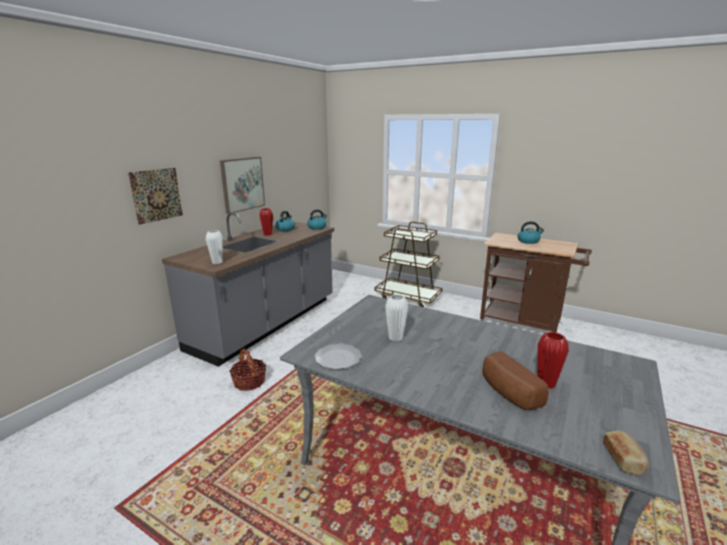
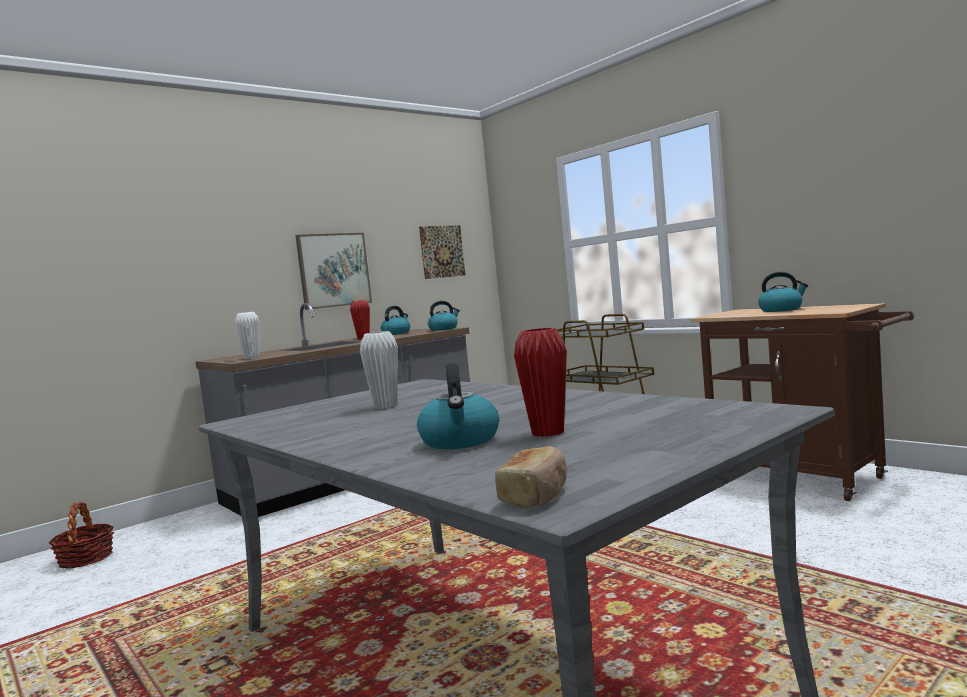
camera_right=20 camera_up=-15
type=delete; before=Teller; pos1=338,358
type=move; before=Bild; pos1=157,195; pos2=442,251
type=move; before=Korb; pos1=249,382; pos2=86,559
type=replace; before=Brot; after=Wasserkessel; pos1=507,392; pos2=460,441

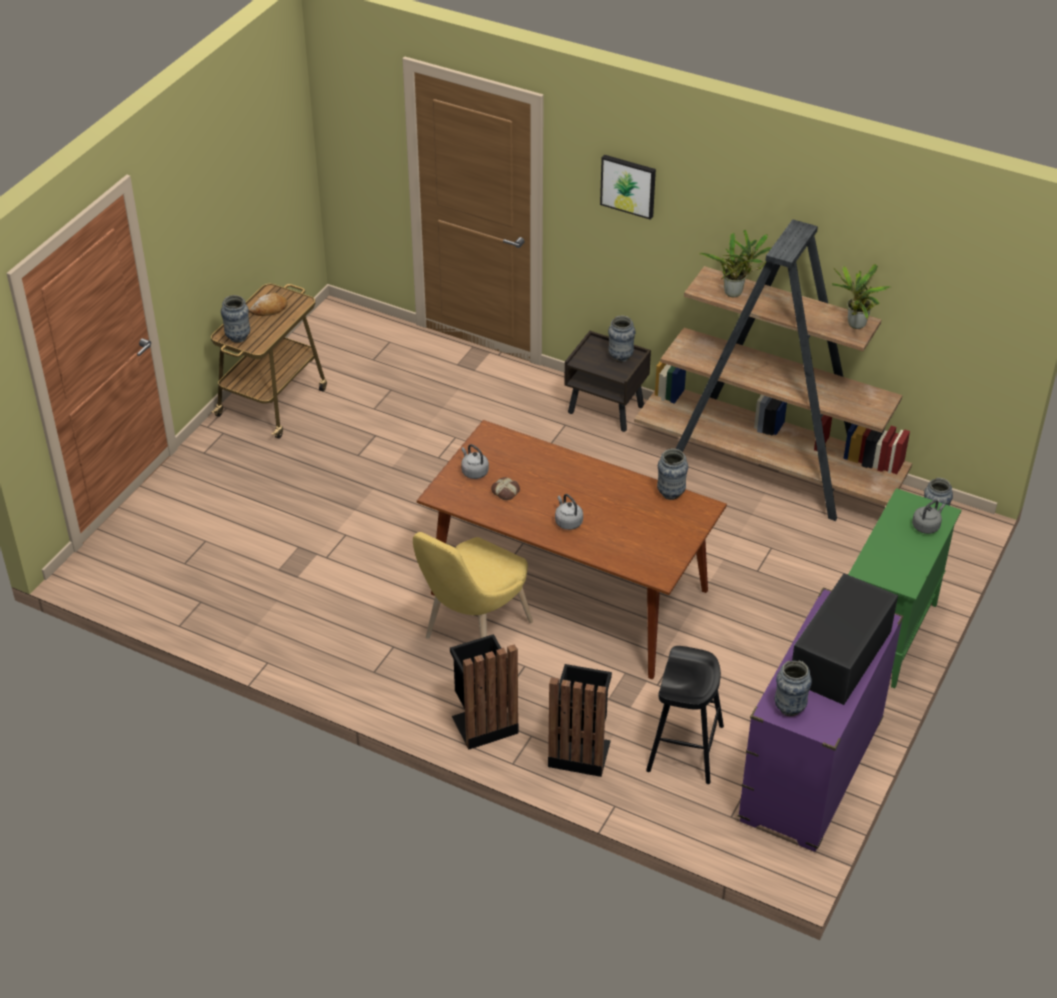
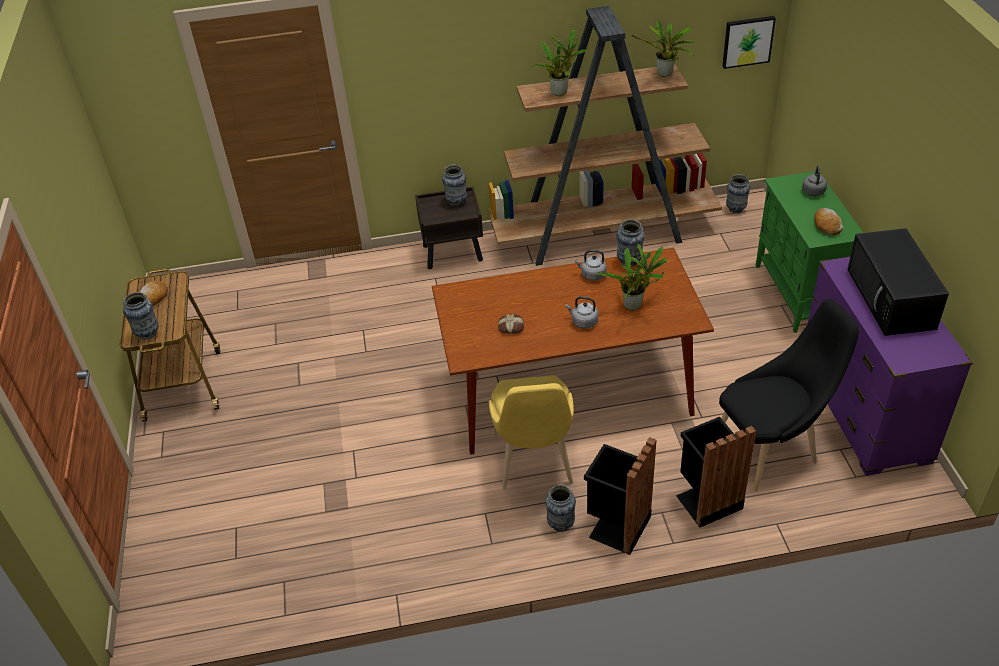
camera_right=-35 camera_up=0
type=insert; after=Topfpflanze; pos2=635,305
type=insert; after=Brot; pos2=826,225
type=move; before=Wasserkessel/grau; pos1=474,471; pos2=592,275
type=move; before=Bild; pos1=628,185; pos2=747,41
type=move; before=Vase; pos1=789,708; pos2=560,524
type=replace; before=Hocker/schwarz; after=Stuhl/schwarz; pos1=685,748; pos2=771,449

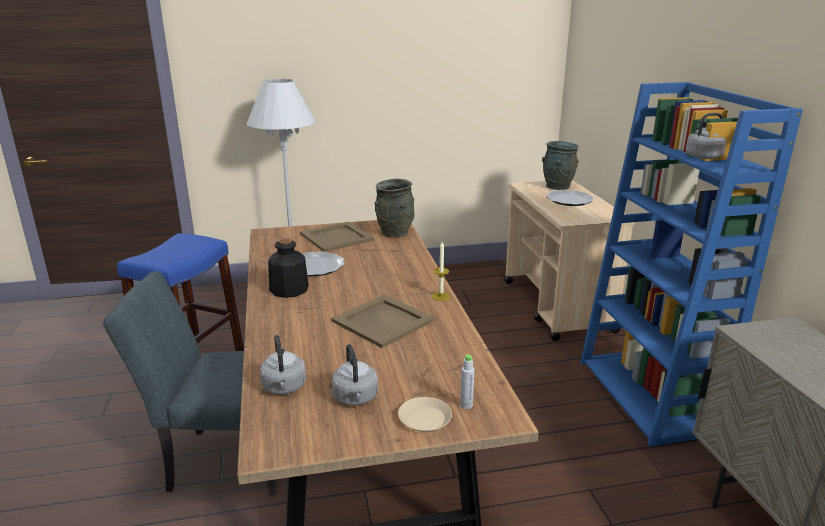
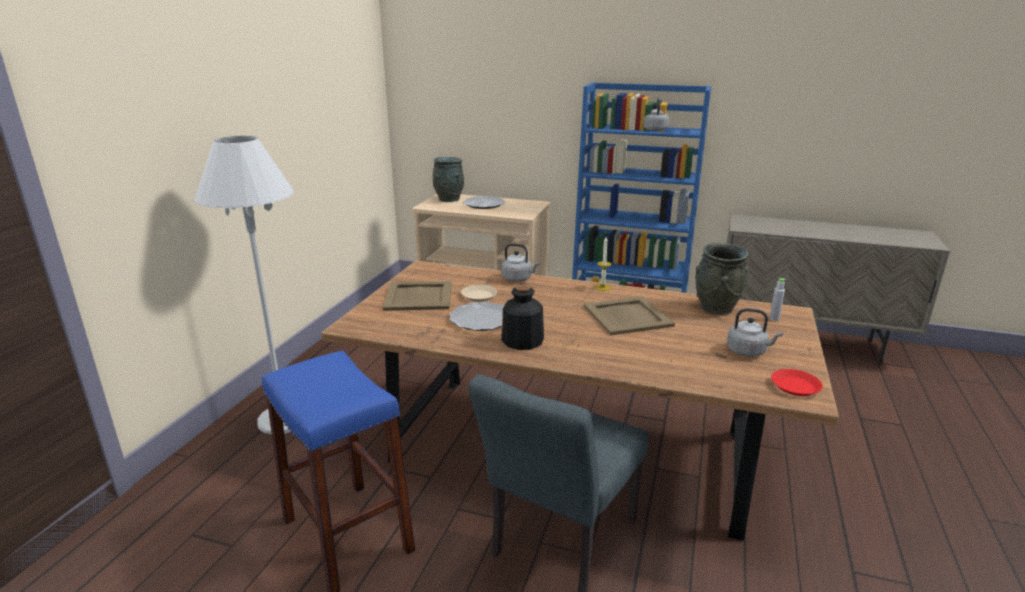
camera_right=-60 camera_up=0
type=insert; after=Teller/rot; pos2=795,386
type=move; before=Wasserkessel/grau; pos1=284,388; pos2=518,279
type=move; before=Vase/grau; pos1=395,232; pos2=715,308
type=move; before=Teller/beige; pos1=425,418; pos2=479,296

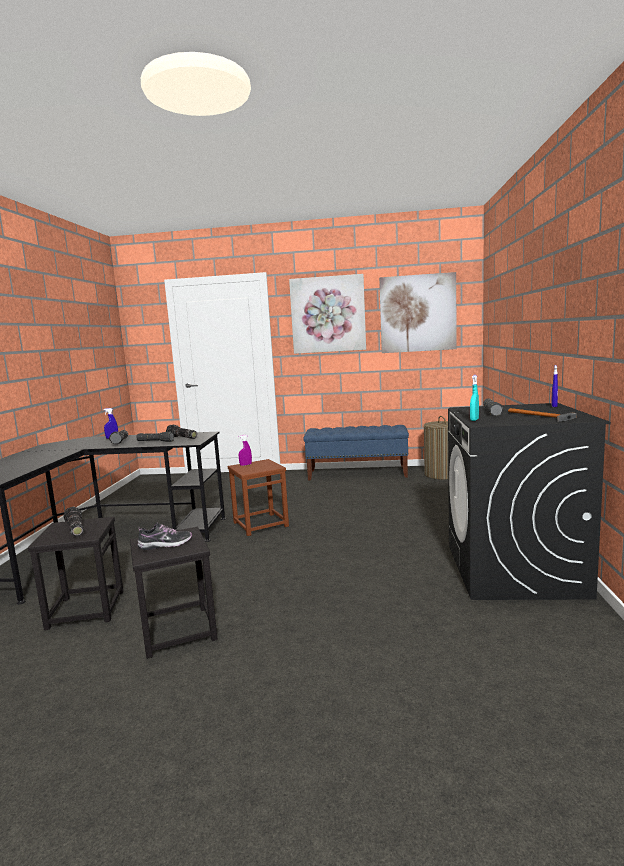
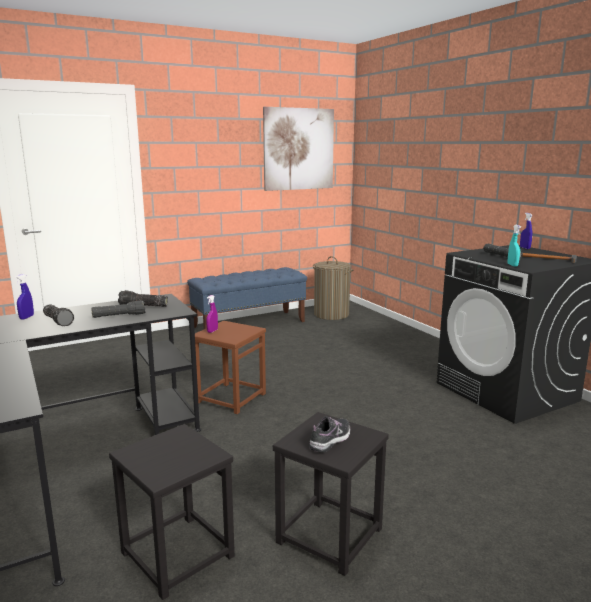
camera_right=-35 camera_up=5
type=delete; before=Taschenlampe; pos1=74,529
type=delete; before=Bild; pos1=328,314

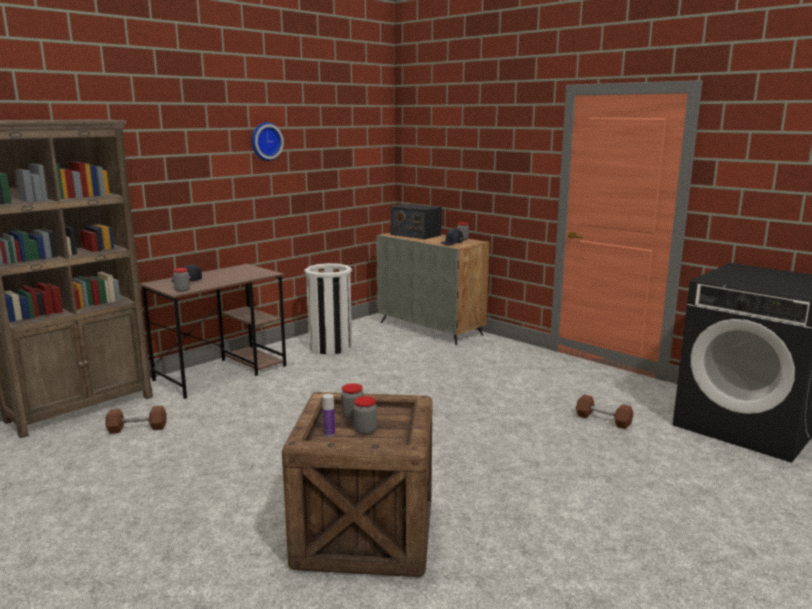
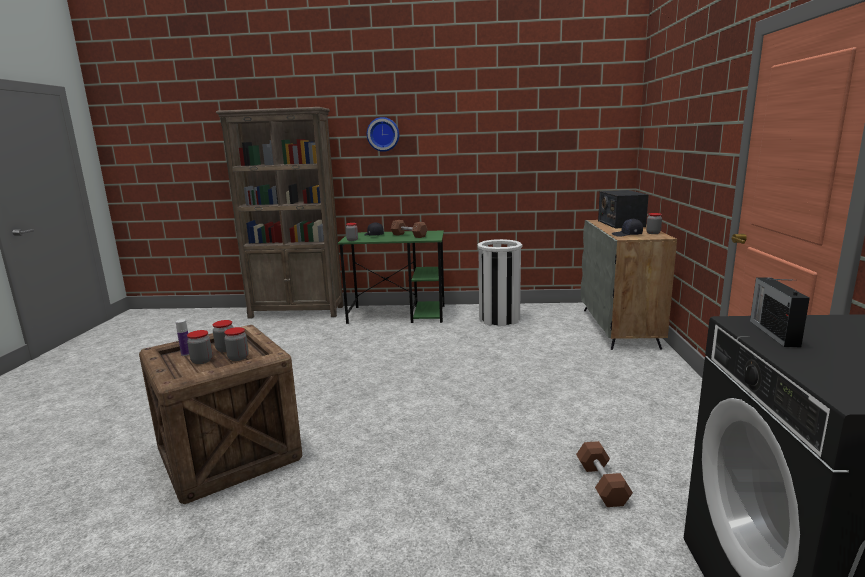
camera_right=50 camera_up=0
type=insert; after=Vorratsglas; pos2=238,358
type=insert; after=Radio; pos2=773,332
type=move; before=Hantel/braun; pos1=137,428; pos2=409,235
type=move; before=Wanduhr; pos1=265,141; pos2=383,134
type=recolor; before=Schreibtisch/braun; after=Schreibtisch/grün; pos1=222,372; pos2=398,314

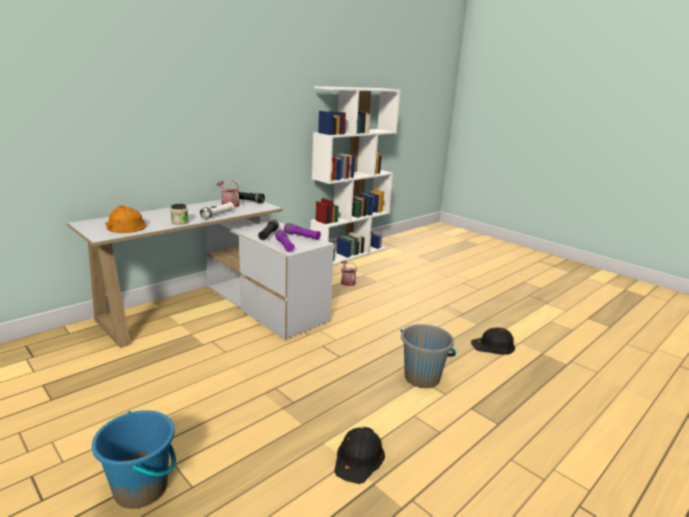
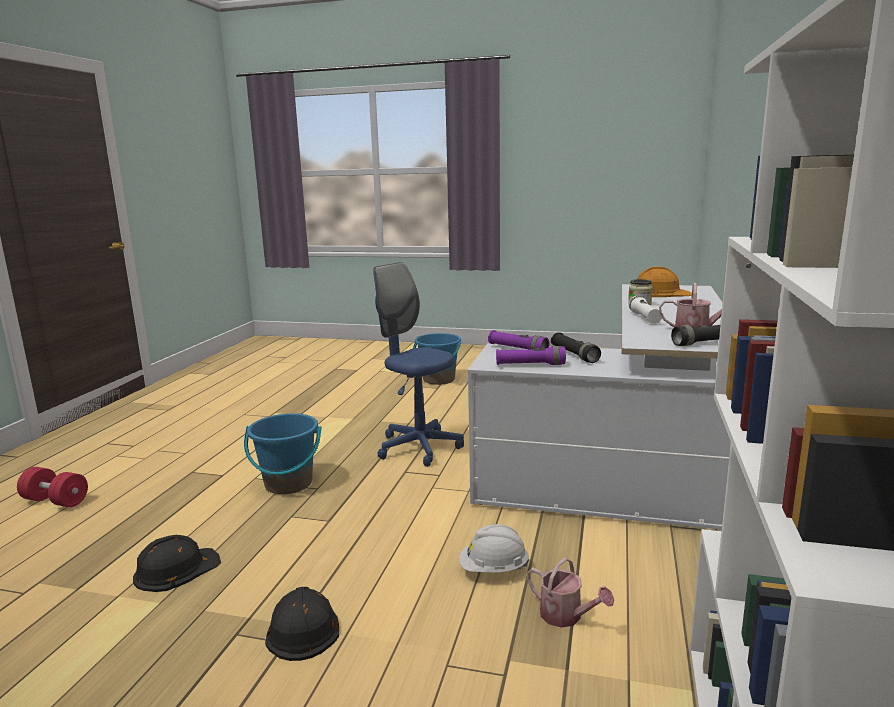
camera_right=150 camera_up=-5
type=insert; after=Hantel/rot; pos2=55,501
type=insert; after=Bürostuhl/blau; pos2=419,447
type=insert; after=Schutzhelm/weiß; pos2=493,570
type=move; before=Schutzhelm/schwarz; pos1=359,458; pos2=303,627
type=recolor; before=Eimer/grau; after=Eimer/blau; pos1=422,378; pos2=288,484

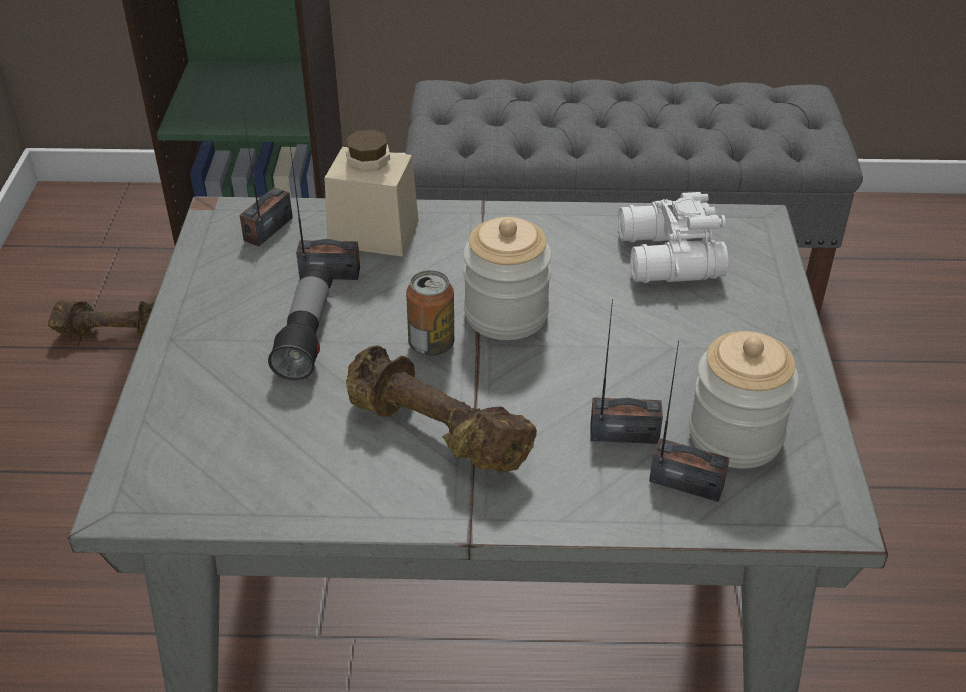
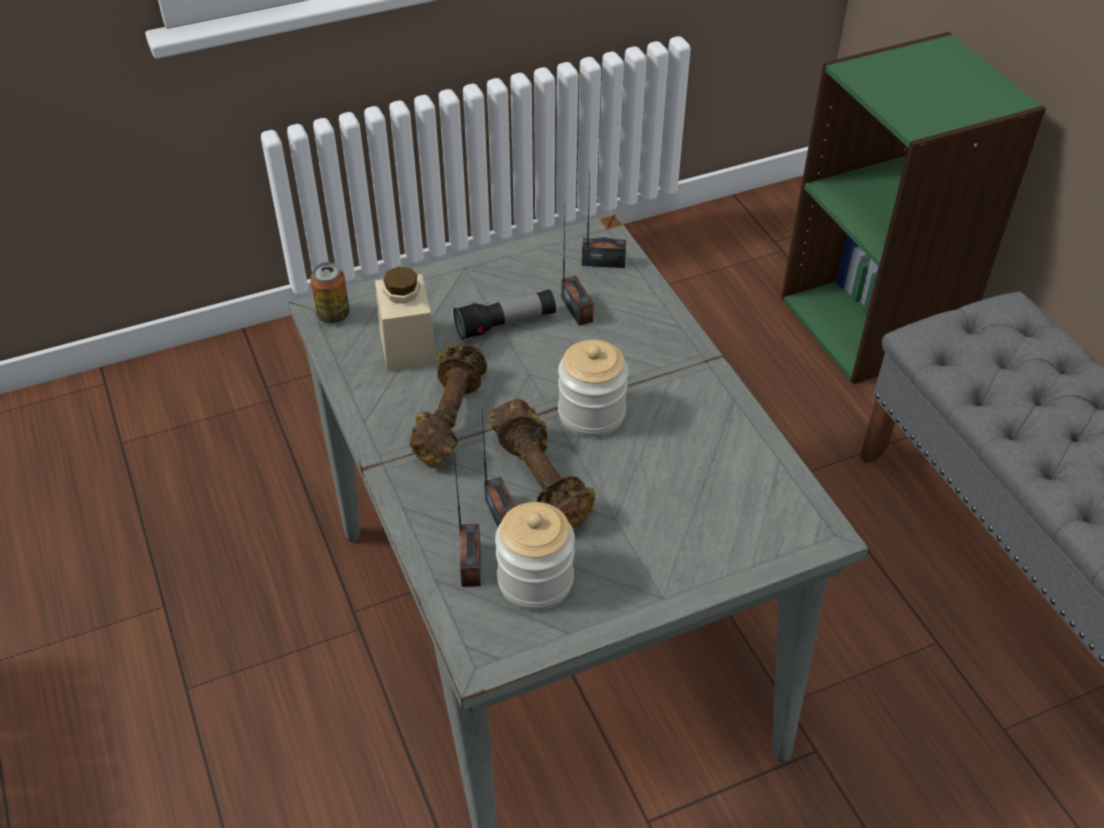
camera_right=65 camera_up=5
type=delete; before=Fernglas/weiß; pos1=666,258
type=move; before=Hantel/braun; pos1=115,332; pos2=542,480
type=move; before=Vorratsglas/beige; pos1=373,233; pos2=408,346
type=move; before=Dose; pos1=431,344; pos2=333,315

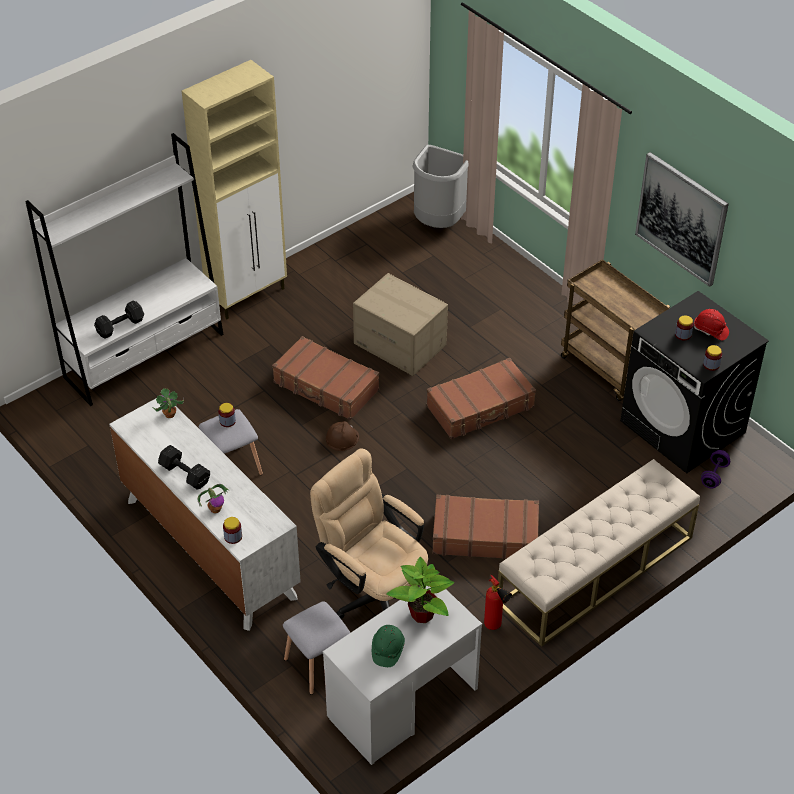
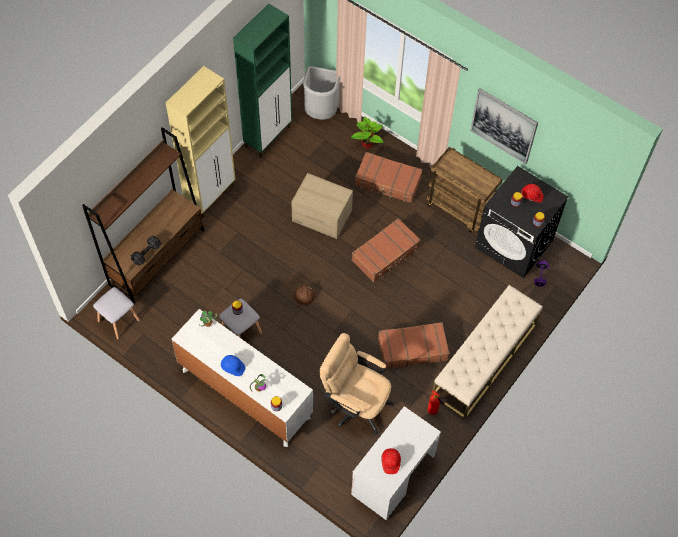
camera_right=-15 camera_up=15
type=insert; after=Schrank/grün; pos2=268,137
type=move; before=Koffer/braun; pos1=326,387; pos2=388,182
type=move; before=Hocker/grau; pos1=317,664; pos2=118,320
type=move; before=Topfpflanze; pos1=423,614; pos2=367,144
type=replace; before=Hantel/schwarz; after=Schutzhelm/blau; pos1=185,475; pos2=232,367
type=recolor; before=Bücherregal/weiß; after=Bücherregal/braun; pos1=145,355; pos2=157,257
type=recolor; before=Schutzhelm/grün; after=Schutzhelm/rot; pos1=387,650; pos2=390,462

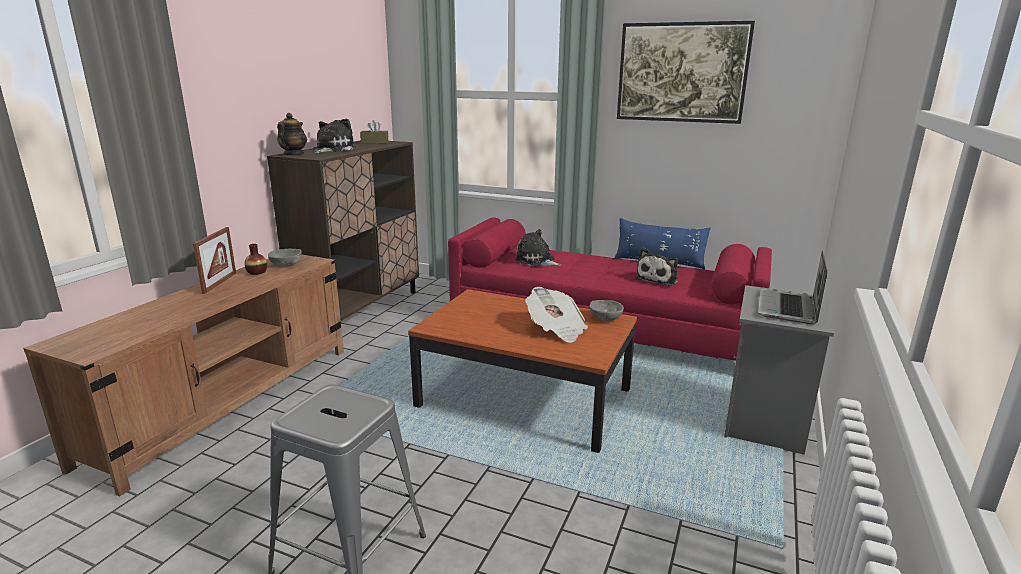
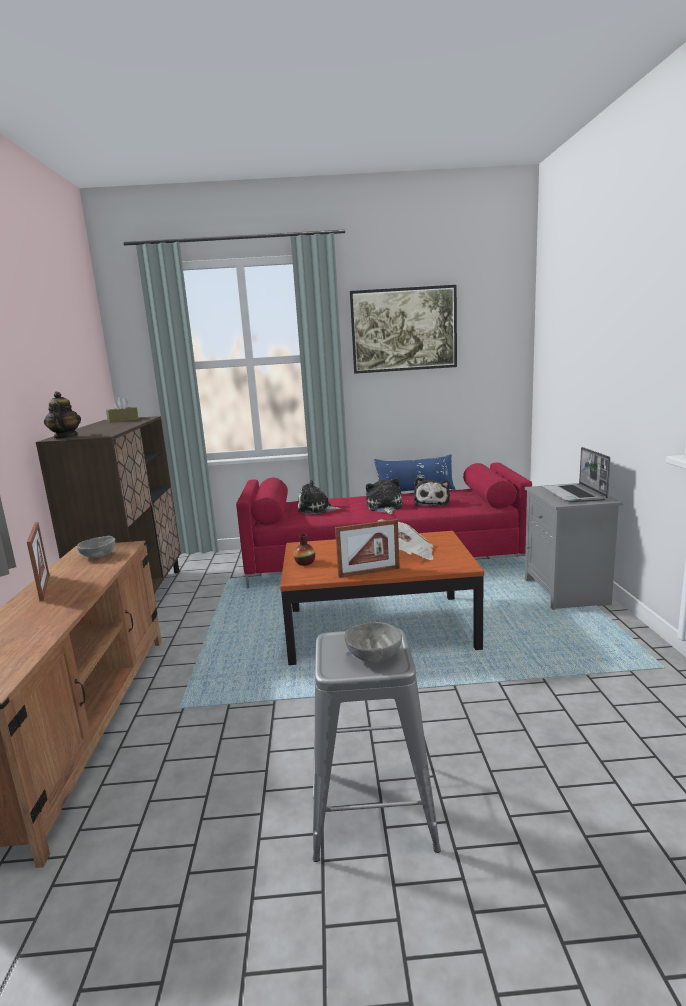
camera_right=-25 camera_up=-5
type=insert; after=Bilderrahmen; pos2=369,572
type=move; before=Vase; pos1=257,272; pos2=305,563
type=move; before=Plüschtier; pos1=332,149; pos2=384,507
type=move; before=Schüssel/grau; pos1=605,318; pos2=373,656

